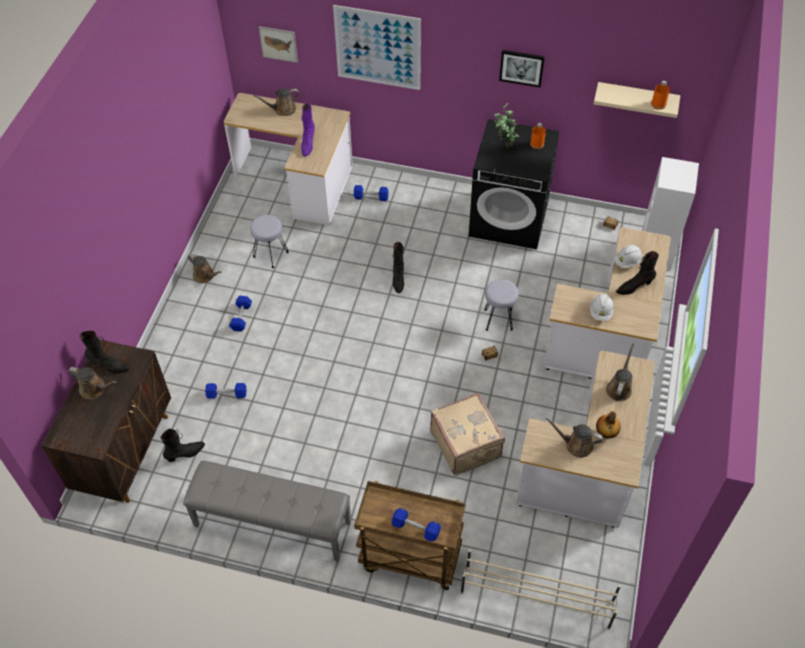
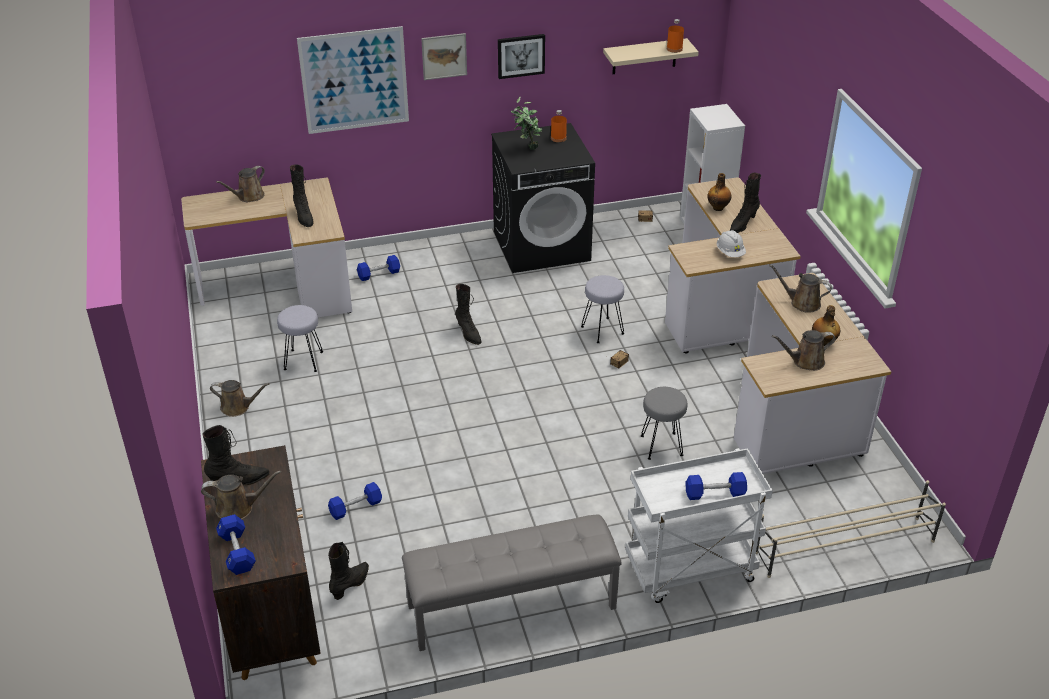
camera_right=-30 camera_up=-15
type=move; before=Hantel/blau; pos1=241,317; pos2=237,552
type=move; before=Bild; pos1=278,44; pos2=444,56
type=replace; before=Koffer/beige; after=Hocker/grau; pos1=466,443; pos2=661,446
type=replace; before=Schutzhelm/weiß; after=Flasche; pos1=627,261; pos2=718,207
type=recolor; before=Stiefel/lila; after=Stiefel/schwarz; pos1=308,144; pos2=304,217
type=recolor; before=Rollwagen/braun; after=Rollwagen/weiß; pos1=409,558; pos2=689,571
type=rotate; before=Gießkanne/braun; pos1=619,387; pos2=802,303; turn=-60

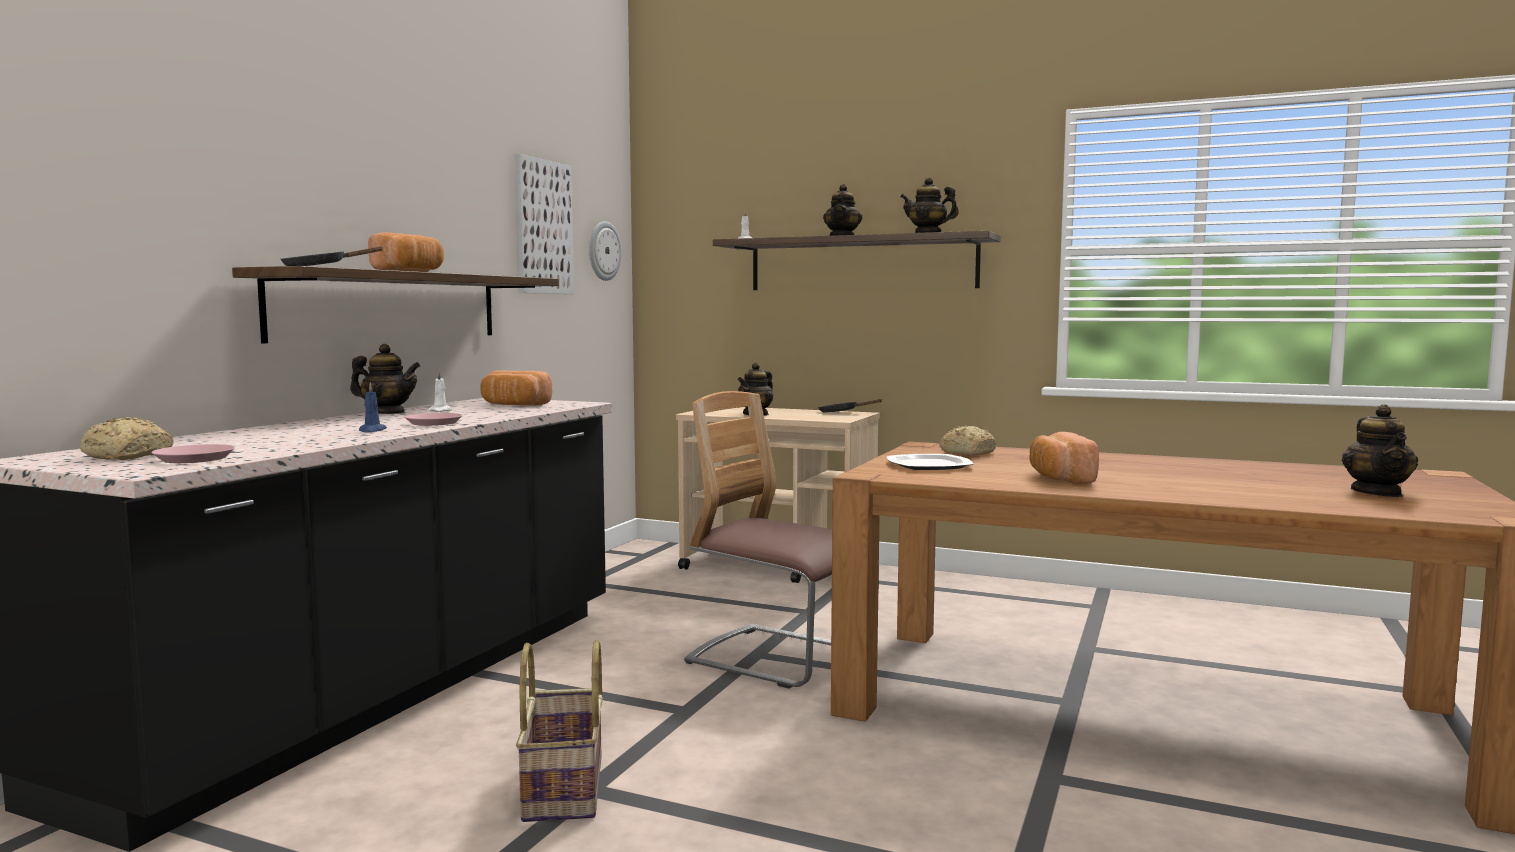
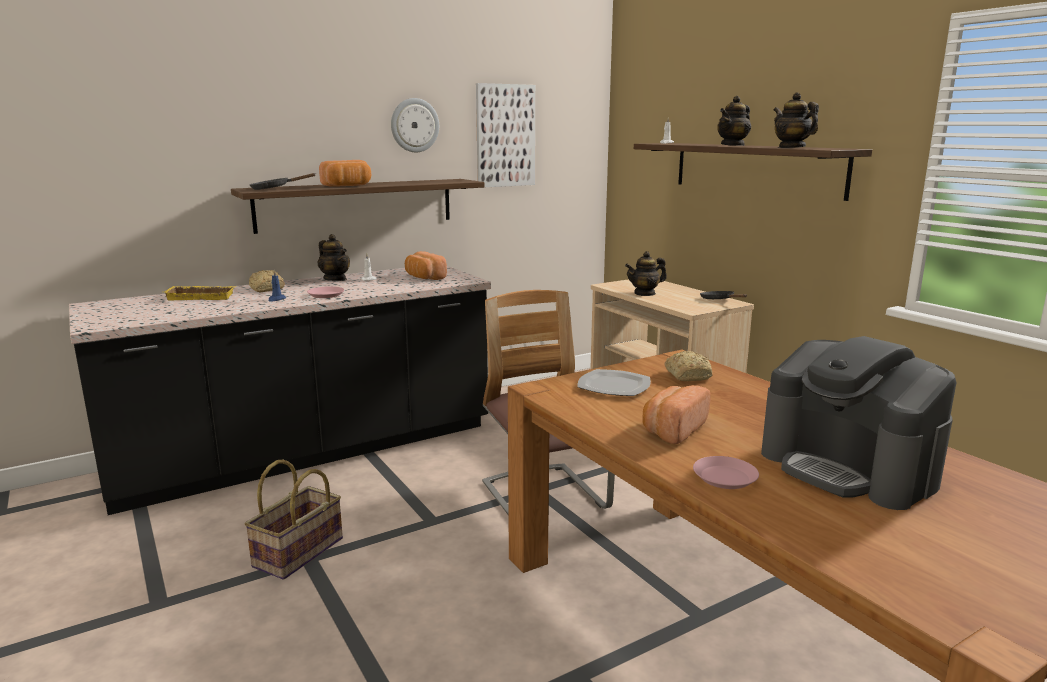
camera_right=35 camera_up=10
type=delete; before=Teekanne; pos1=1377,493
type=insert; after=Tablett/gelb; pos2=202,297
type=insert; after=Kaffeemaschine; pos2=848,468
type=move; before=Brot; pos1=128,456; pos2=266,289
type=move; before=Teller/rosa; pos1=194,459; pos2=724,477
type=move; before=Wanduhr; pos1=603,251; pos2=414,125

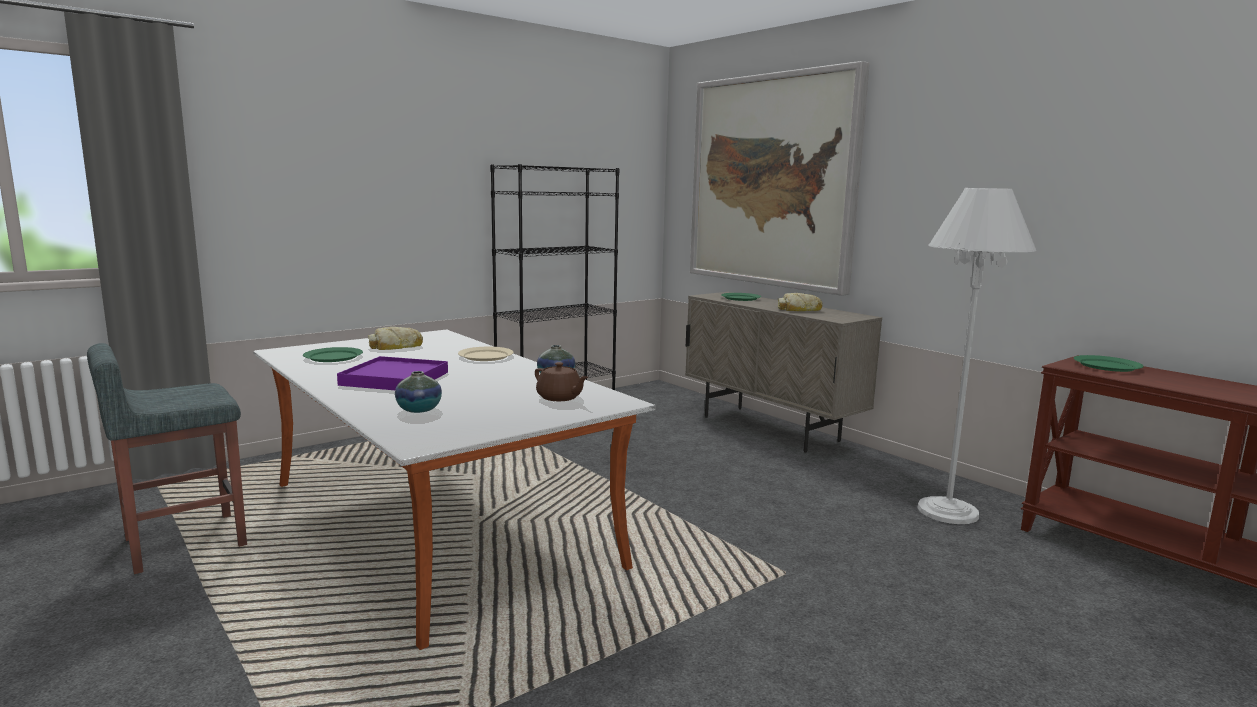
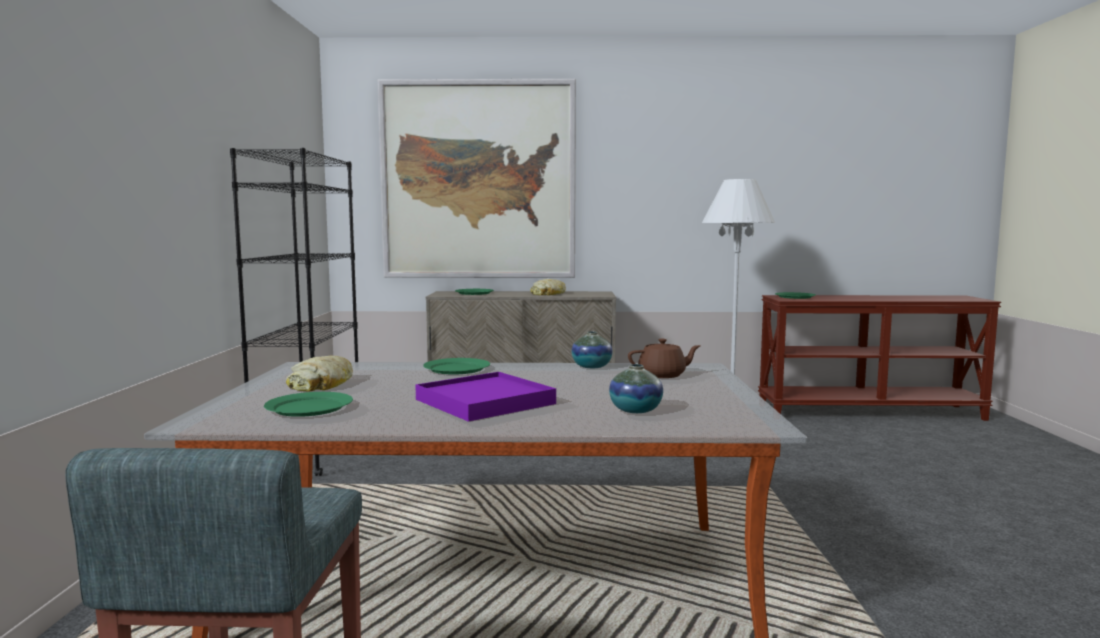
camera_right=-50 camera_up=-5
type=recolor; before=Teller/beige; after=Teller/grün; pos1=486,356; pos2=457,369

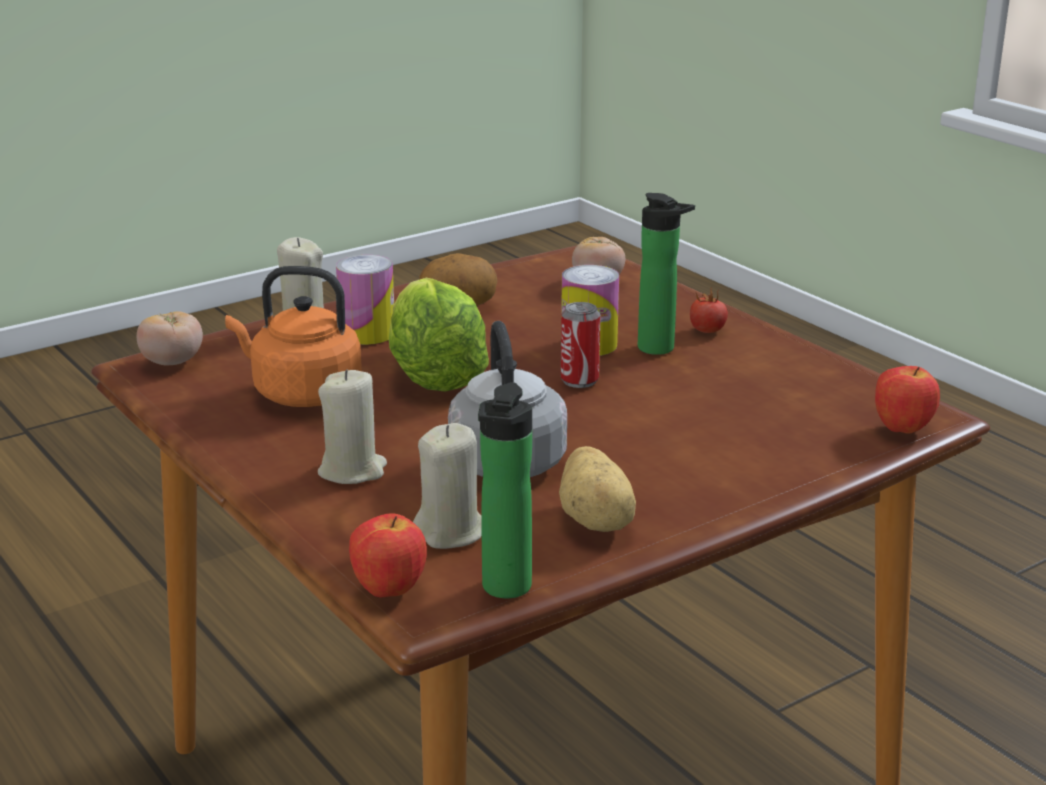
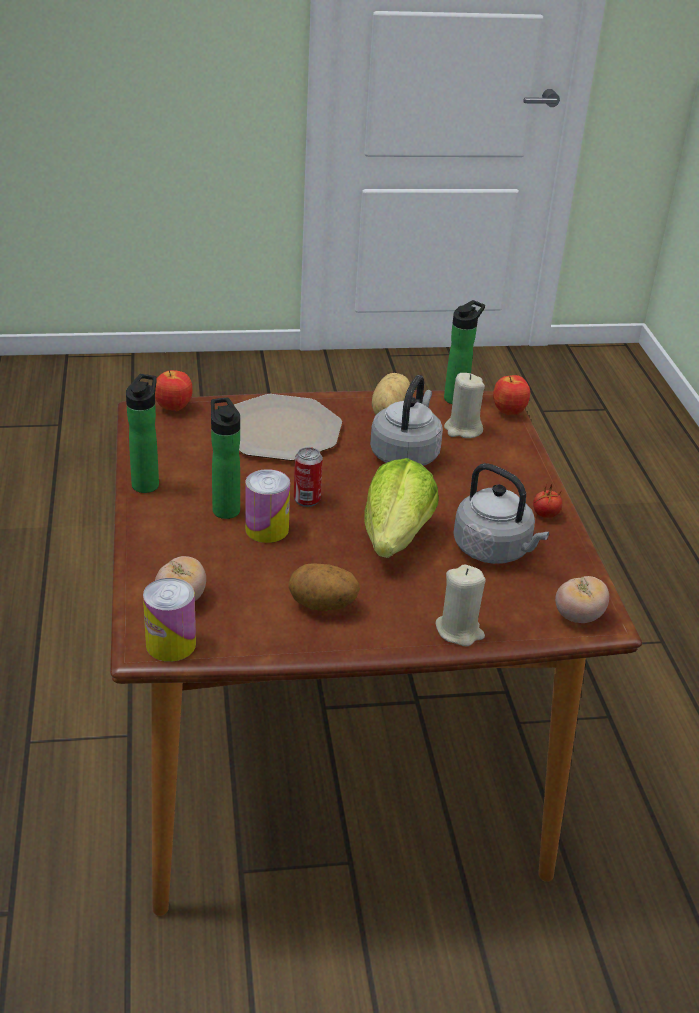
camera_right=-155 camera_up=10
type=delete; before=Kerze/beige; pos1=352,471
type=insert; after=Flasche; pos2=147,483
type=insert; after=Teller; pos2=279,430
type=move; before=Dose; pos1=367,333; pos2=171,644
type=move; before=Tomate; pos1=707,330; pos2=545,515
type=recolor; before=Wasserkessel/orange; after=Wasserkessel/grau; pos1=301,393; pos2=495,550

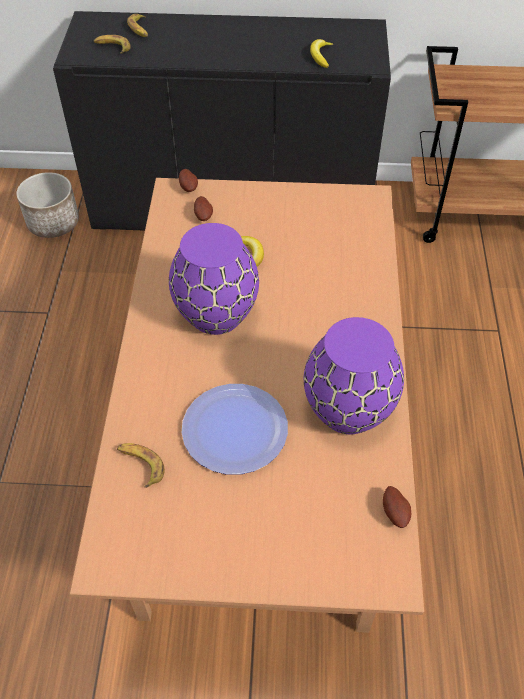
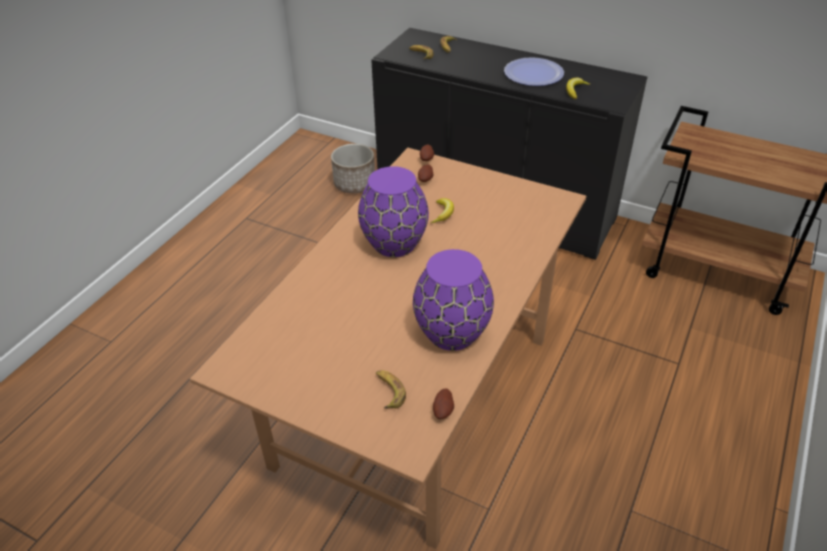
camera_right=25 camera_up=-10
type=move; before=Banane; pos1=140,465; pos2=388,391
type=move; before=Teller; pos1=235,429; pos2=533,73

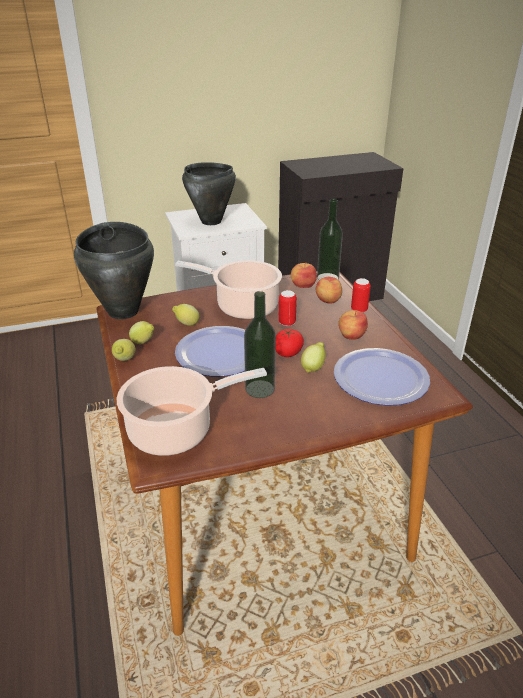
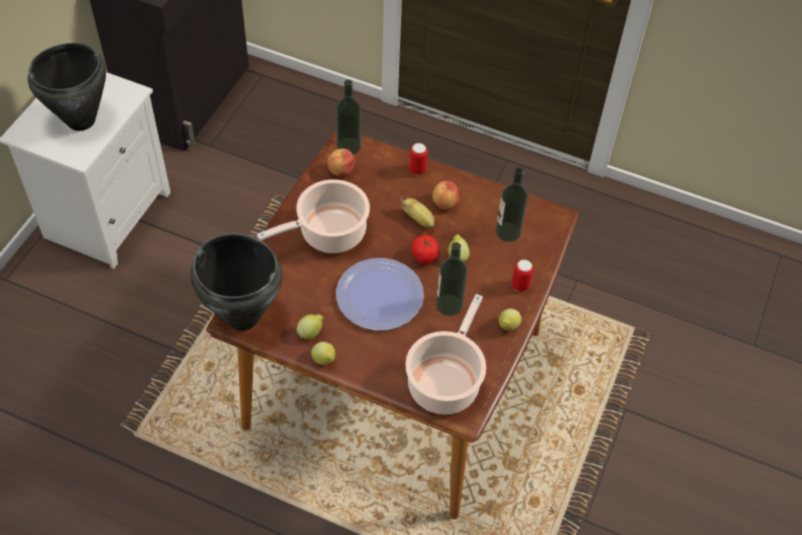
camera_right=-50 camera_up=20
type=delete; before=Apfel; pos1=328,300
type=insert; after=Banane; pos2=418,219
type=move; before=Zitrone; pos1=186,324; pos2=507,327
type=move; before=Dose; pos1=287,323; pos2=520,286
type=replace; before=Teller; after=Flasche; pos1=381,378; pos2=508,231

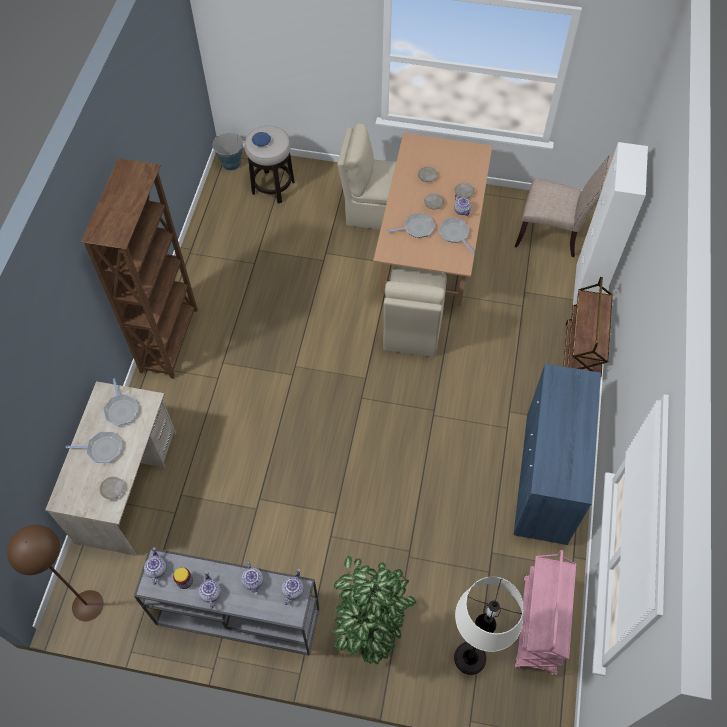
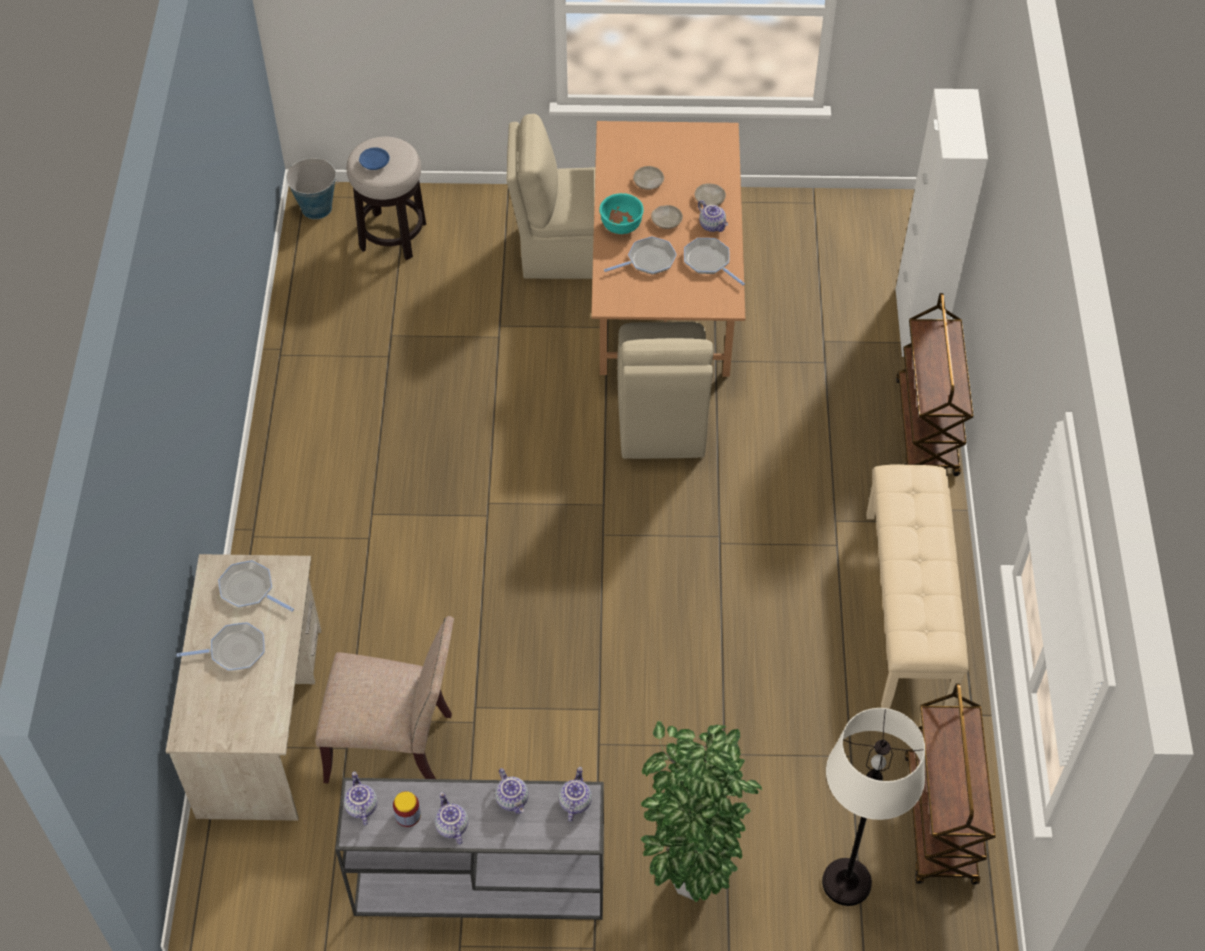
camera_right=-10 camera_up=-5
type=delete; before=Stehlampe/braun; pos1=87,605
type=delete; before=Bücherregal/braun; pos1=170,340
type=delete; before=Teller/beige; pos1=113,490
type=insert; after=Schüssel/türkis; pos2=621,226
type=move; before=Stuhl/beige; pos1=552,234; pos2=395,744
type=replace; before=Schrank/blau; after=Bank/beige; pos1=545,478; pos2=909,609
type=recolor; before=Rollwagen/rosa; after=Rollwagen/braun; pos1=539,626; pos2=940,820
type=rotate; before=Pfanne; pos1=121,409; pos2=249,589; turn=150

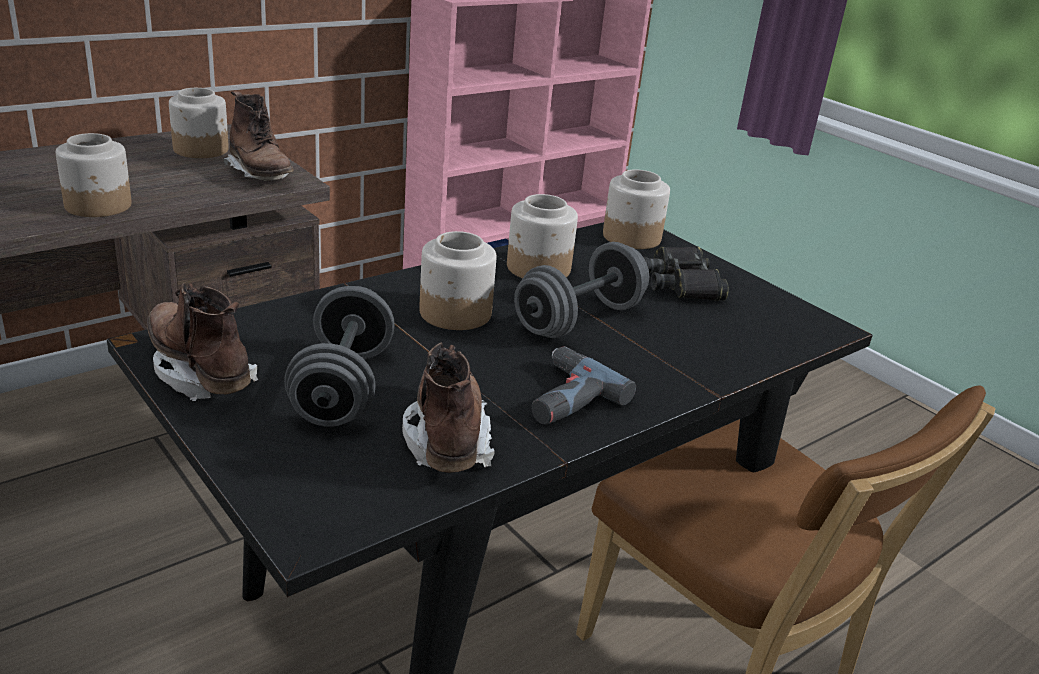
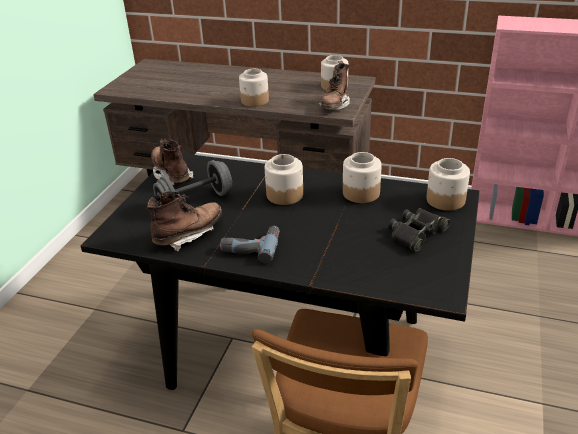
camera_right=60 camera_up=5
type=delete; before=Hantel/grau; pos1=579,319
type=rotate; before=Stiefel/braun; pos1=200,372; pos2=171,175; turn=-45

